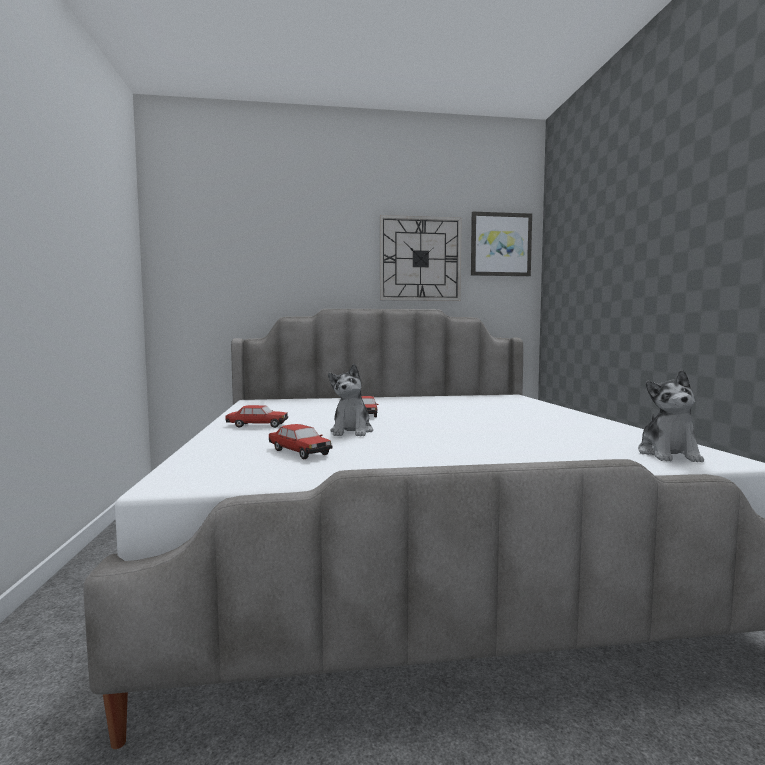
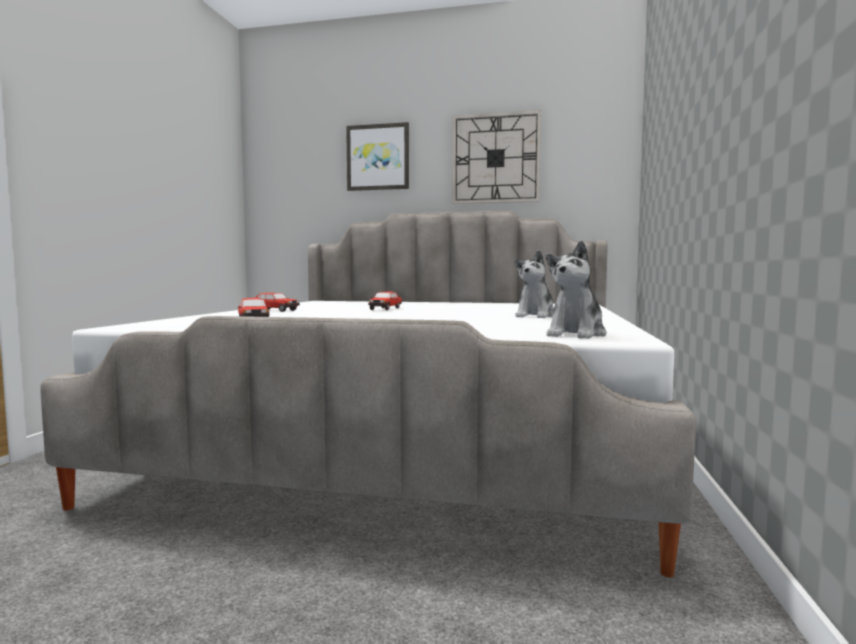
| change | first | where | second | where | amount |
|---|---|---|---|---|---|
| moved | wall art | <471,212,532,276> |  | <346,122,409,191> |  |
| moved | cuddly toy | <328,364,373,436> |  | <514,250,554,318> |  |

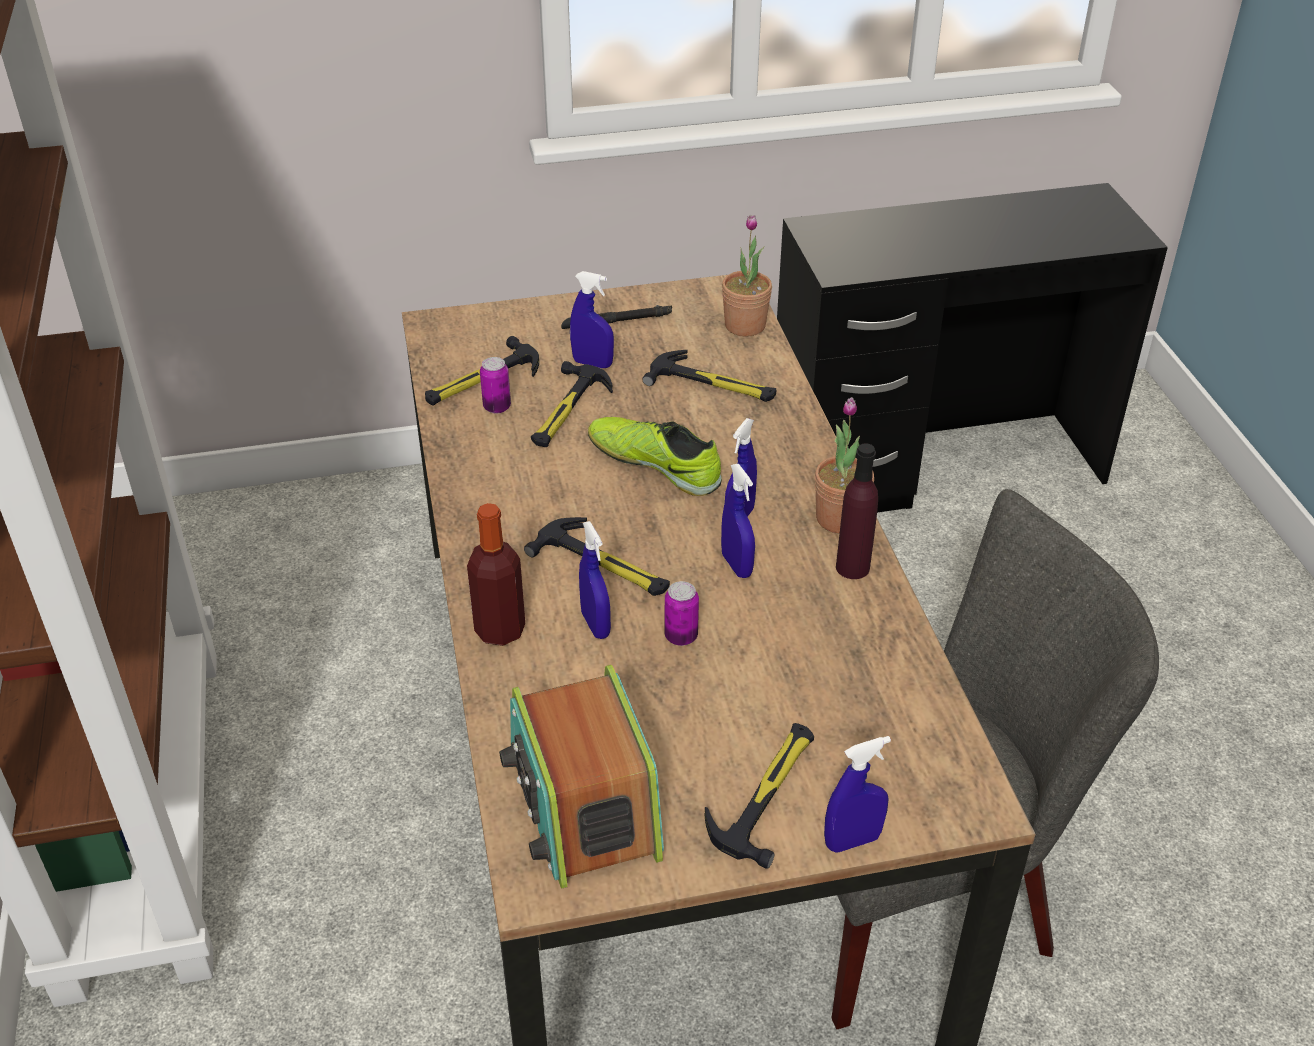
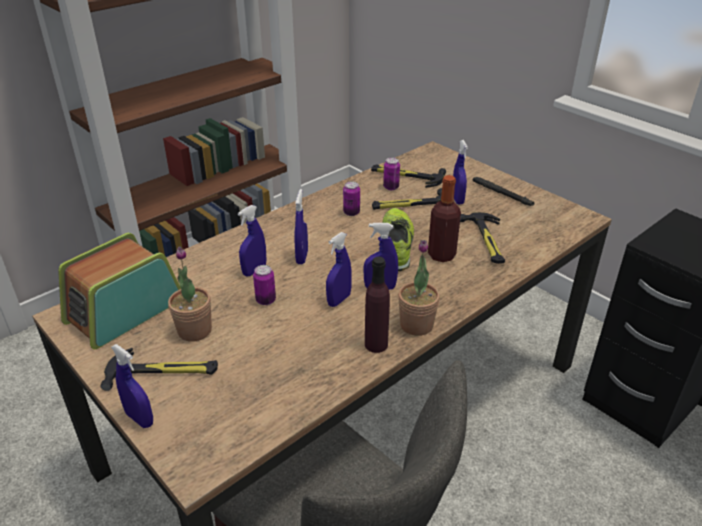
| change | first | where | second | where | amount |
|---|---|---|---|---|---|
| moved | plant in a pot | <722,215,772,336> |  | <168,246,212,342> |  |
| replaced | hammer | <524,517,670,596> | bluish sprayer | <295,189,308,264> |  |
| added |  |  | can | <343,181,360,216> |  |
| moved | drink bottle | <467,503,525,646> |  | <428,175,461,262> |  |

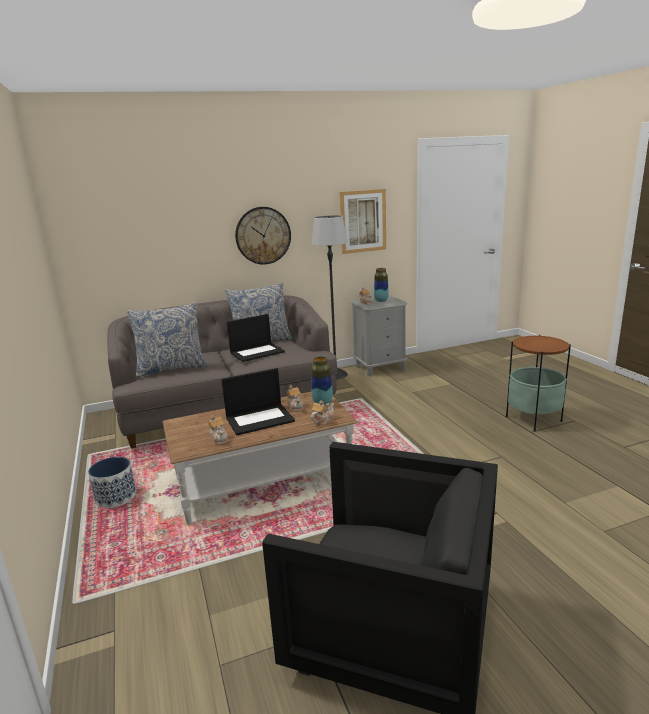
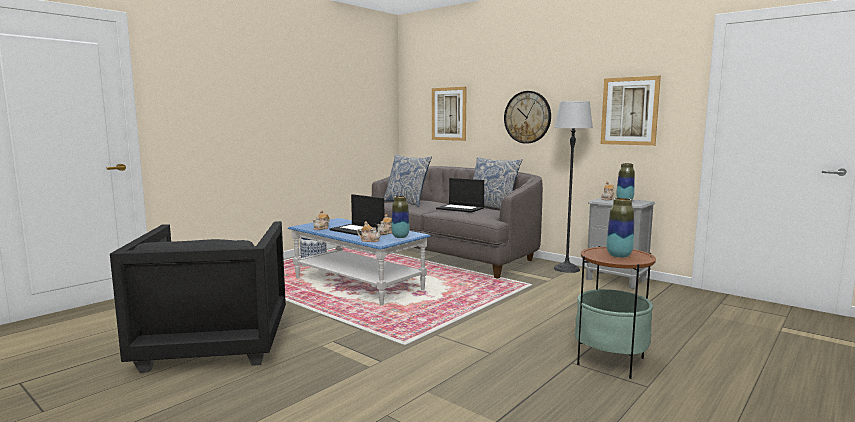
| change | first | where | second | where | amount |
|---|---|---|---|---|---|
| recoloured | brown lounge table | <163,392,358,525> | bluish lounge table | <288,218,431,305> |  |
| added |  |  | wall art | <432,87,467,141> |  |
| added |  |  | decorative vase | <606,198,634,258> |  |

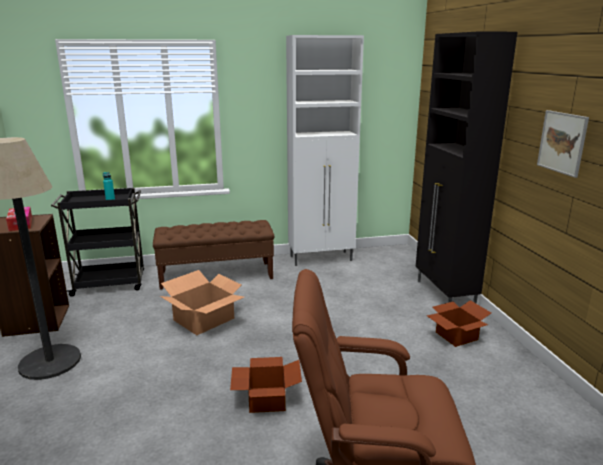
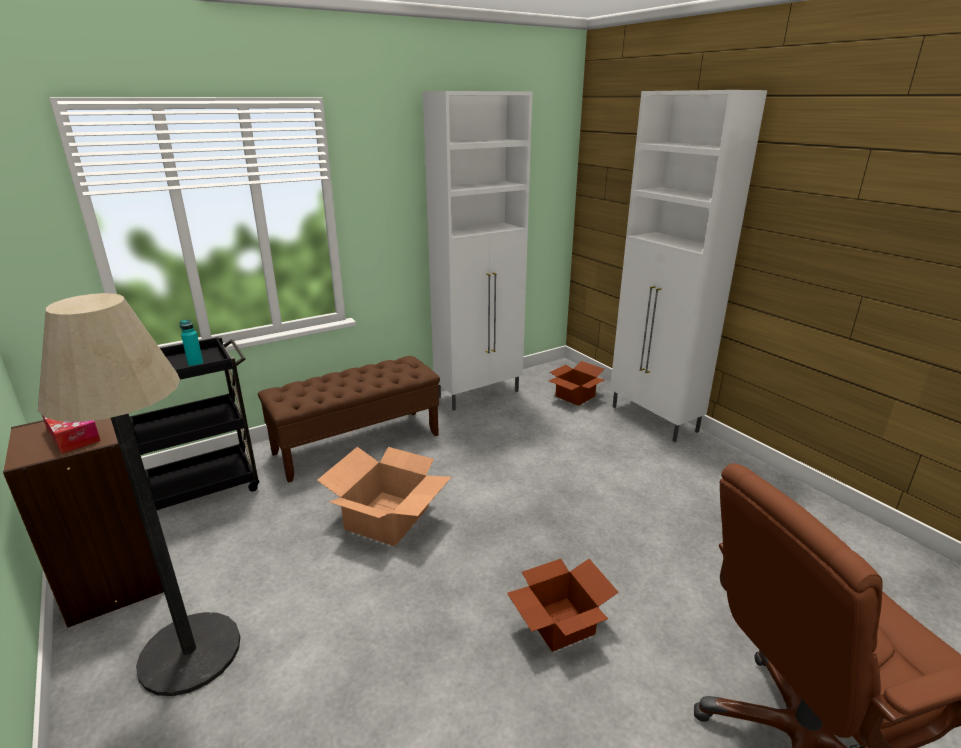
| change | first | where | second | where | amount |
|---|---|---|---|---|---|
| moved | carton | <427,300,491,347> |  | <549,361,604,406> |  |
| recoloured | black storage cabinet | <416,31,517,304> | white-coloured storage cabinet | <610,90,767,442> |  |
| removed | wall art | <537,110,589,178> |  |  |  |

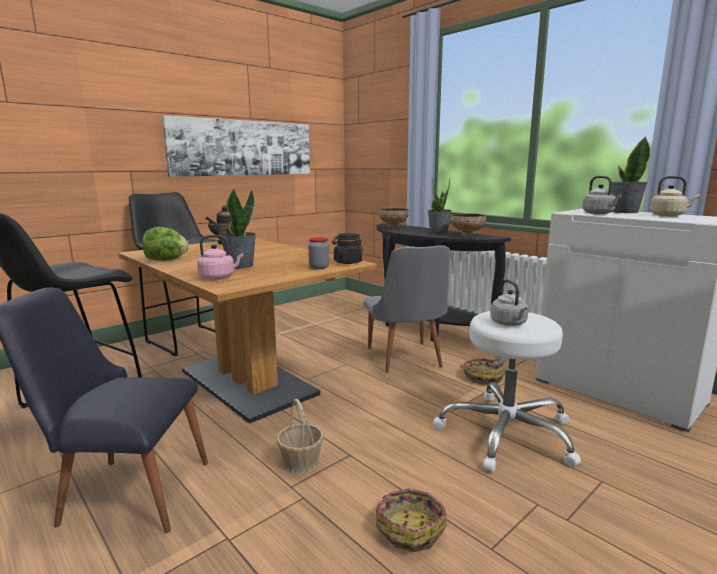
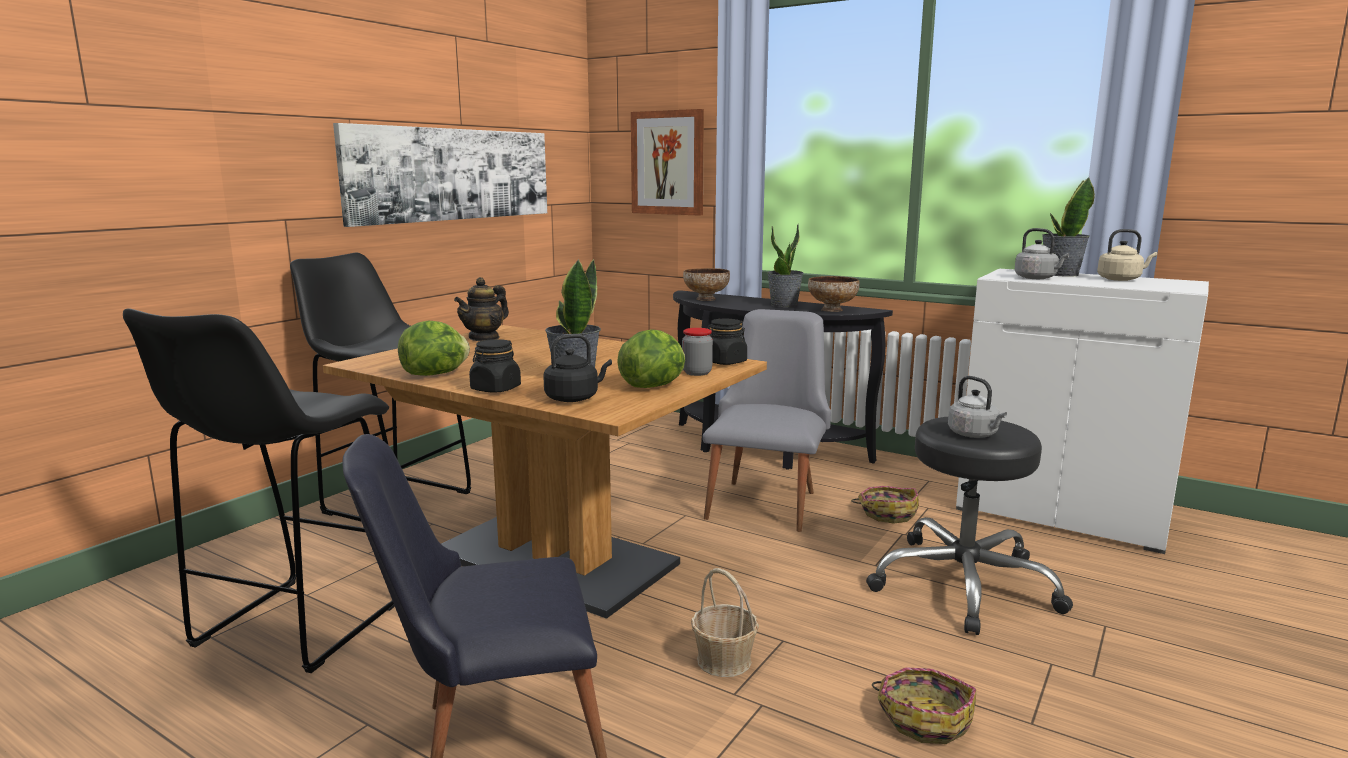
| change | first | where | second | where | amount |
|---|---|---|---|---|---|
| added |  |  | black preserve jar | <469,339,521,392> |  |
| recoloured | pink-coloured tea kettle | <197,235,243,280> | black tea kettle | <543,334,612,402> |  |
| added |  |  | head of lettuce | <618,329,685,388> |  |
| added |  |  | wall art | <631,109,704,216> |  |
| turned | grey plain chair | <363,245,450,373> |  | <703,309,831,532> | 135 degrees counterclockwise |
| recoloured | white-coloured stool | <433,311,581,473> | black stool | <866,417,1073,635> |  |

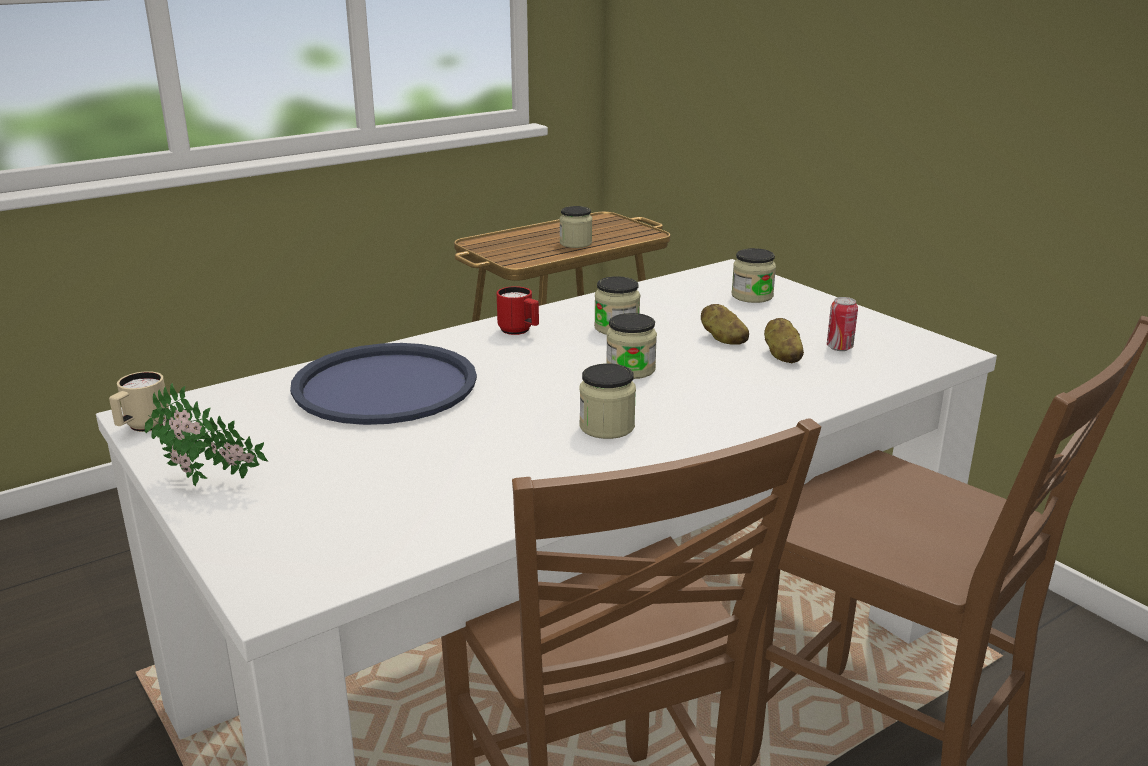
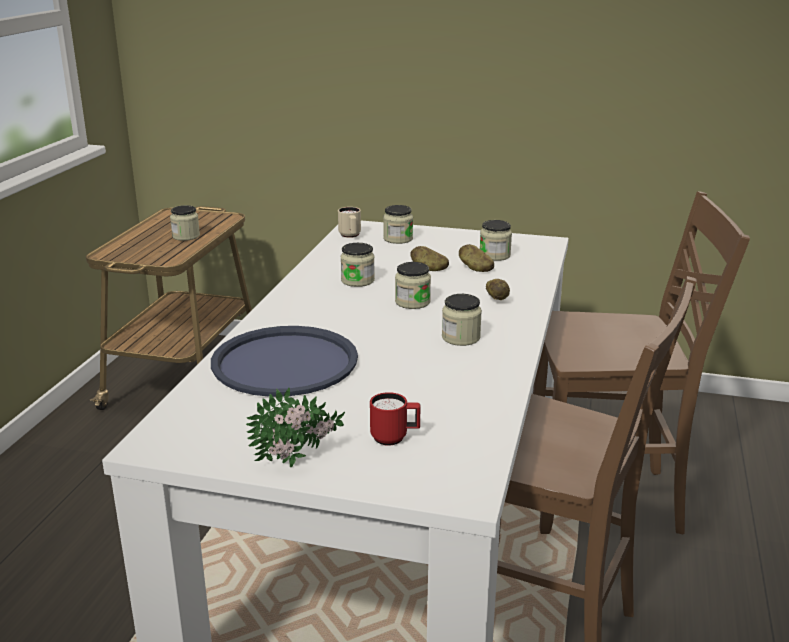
| change | first | where | second | where | amount |
|---|---|---|---|---|---|
| moved | beige-coloured tea mug | <109,371,169,432> |  | <338,207,361,238> |  |
| moved | red-coloured tea mug | <497,286,539,335> |  | <370,392,420,446> |  |
| replaced | can | <827,297,858,351> | preserve jar | <480,220,512,261> |  |
| added |  |  | potato | <486,279,510,300> |  |

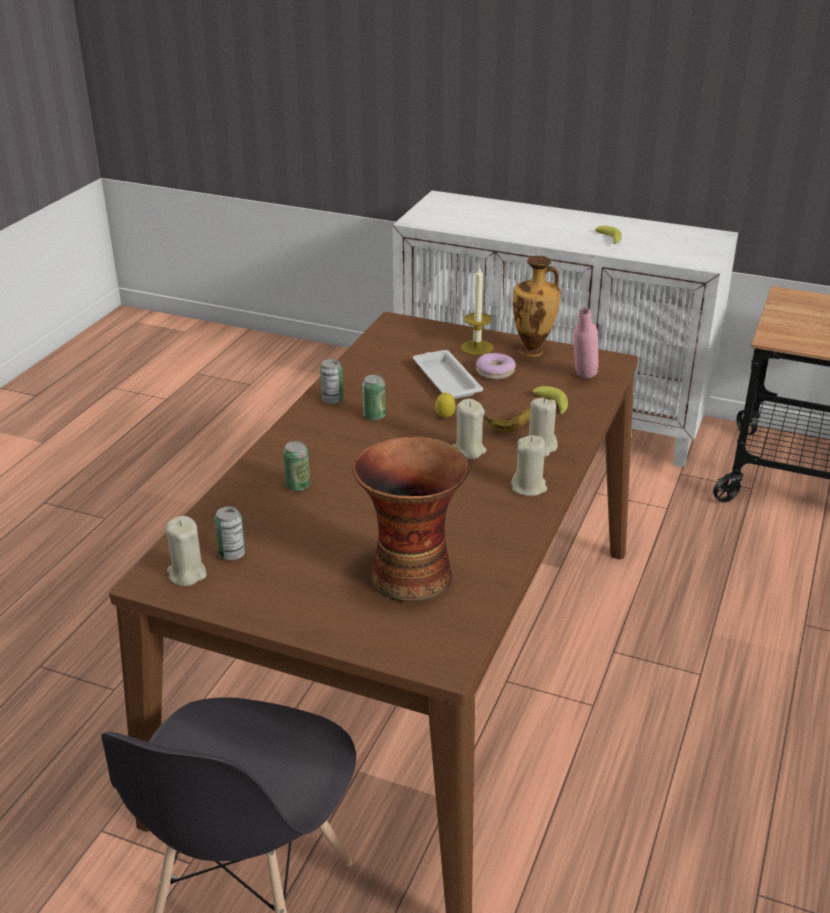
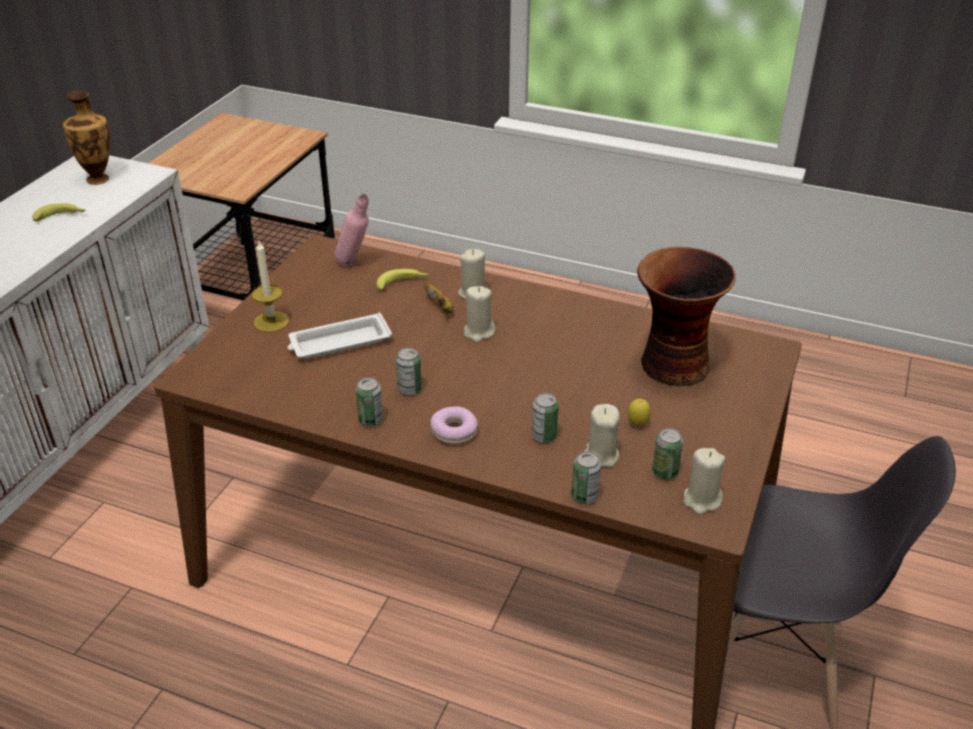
| change | first | where | second | where | amount |
|---|---|---|---|---|---|
| moved | decorative vase | <513,256,561,357> |  | <63,91,110,185> |  |
| moved | donut | <476,353,516,380> |  | <430,406,478,444> |  |
| added |  |  | can | <571,451,601,504> |  |
| moved | beige-coloured wax light | <511,435,547,496> |  | <584,404,620,467> |  |
| moved | lemon | <435,392,456,418> |  | <628,399,651,425> |  |

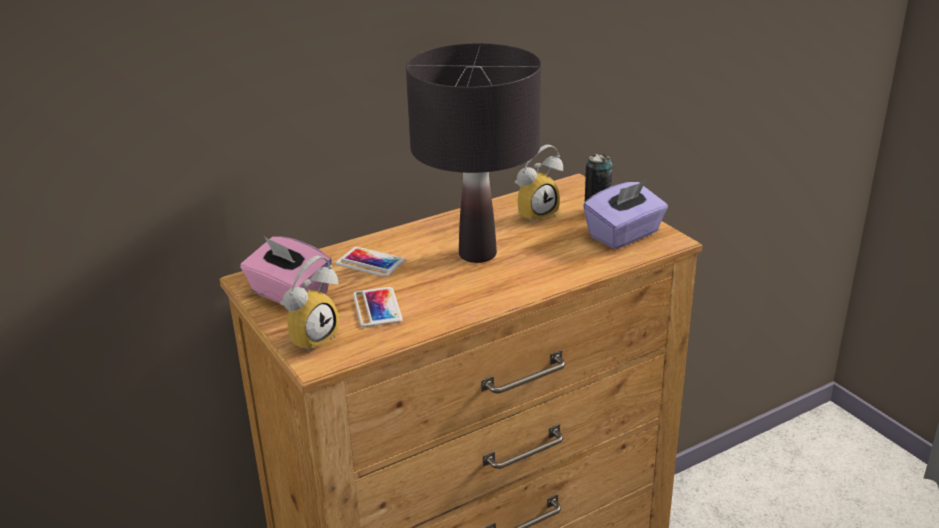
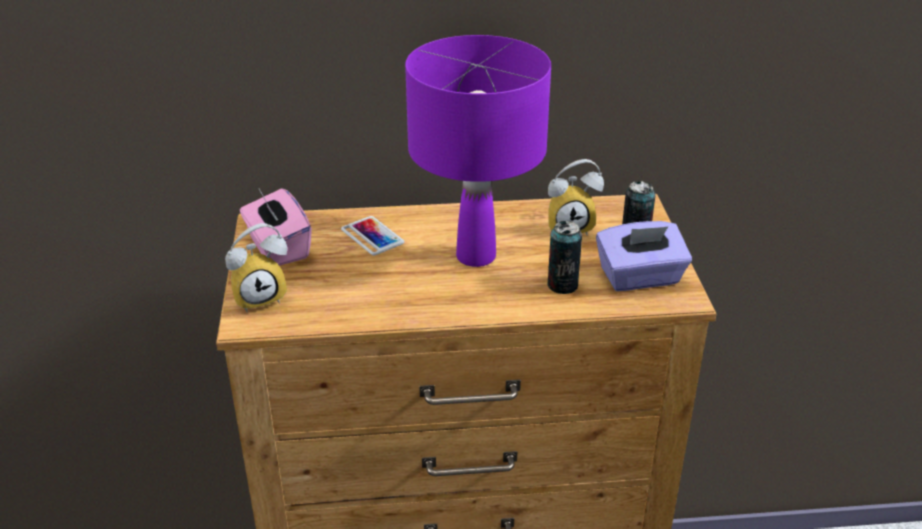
| change | first | where | second | where | amount |
|---|---|---|---|---|---|
| recoloured | black tabletop lamp | <406,43,542,263> | purple tabletop lamp | <405,35,551,267> |  |
| added |  |  | can | <547,221,582,294> |  |
| removed | handset | <353,287,403,327> |  |  |  |

